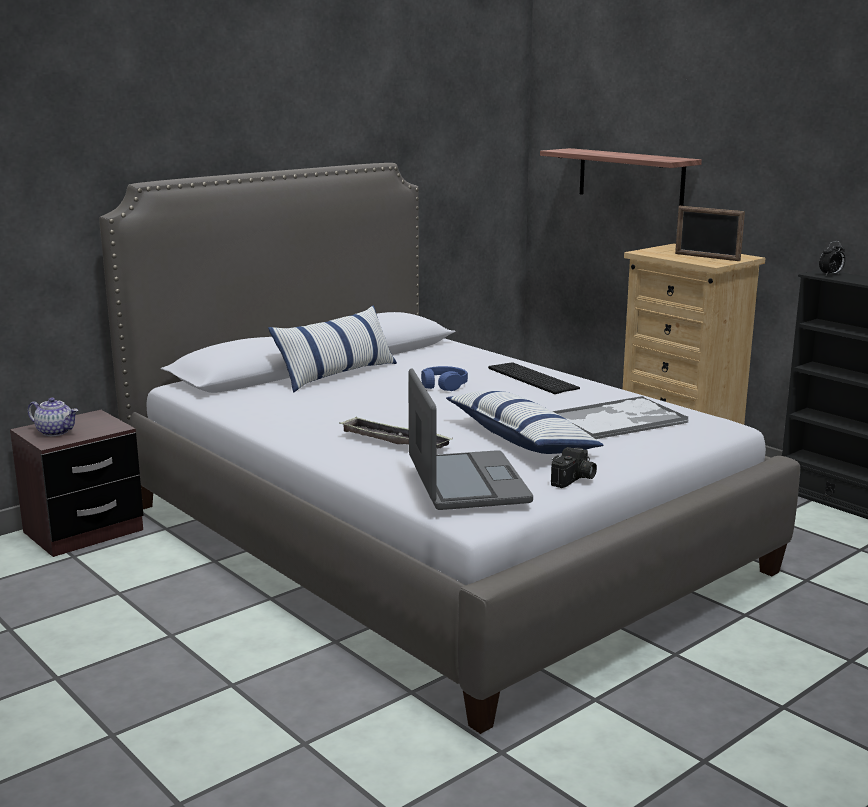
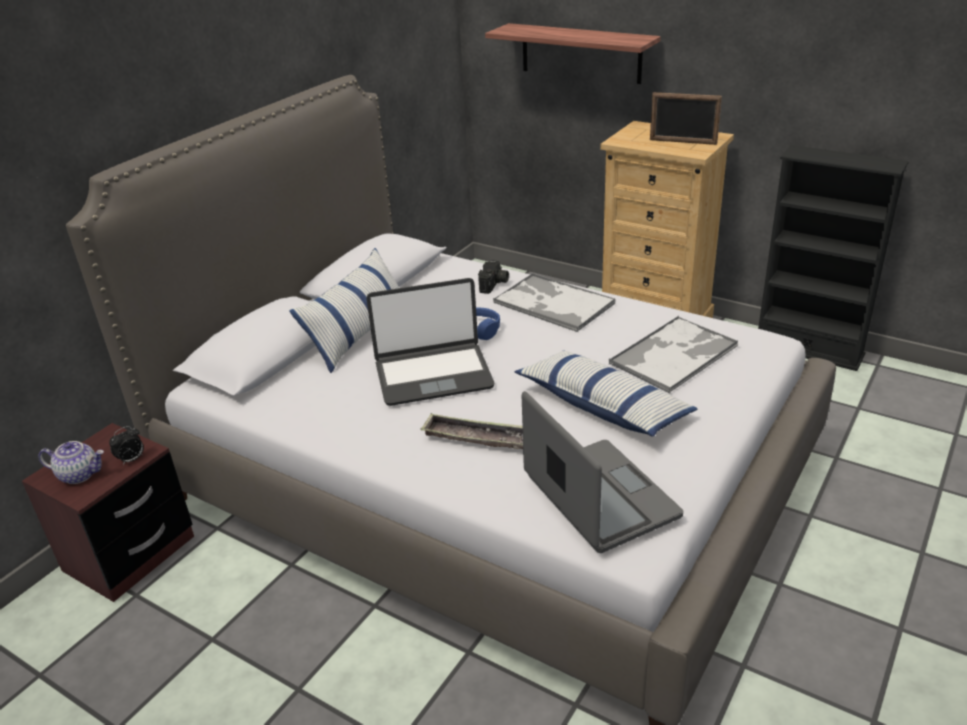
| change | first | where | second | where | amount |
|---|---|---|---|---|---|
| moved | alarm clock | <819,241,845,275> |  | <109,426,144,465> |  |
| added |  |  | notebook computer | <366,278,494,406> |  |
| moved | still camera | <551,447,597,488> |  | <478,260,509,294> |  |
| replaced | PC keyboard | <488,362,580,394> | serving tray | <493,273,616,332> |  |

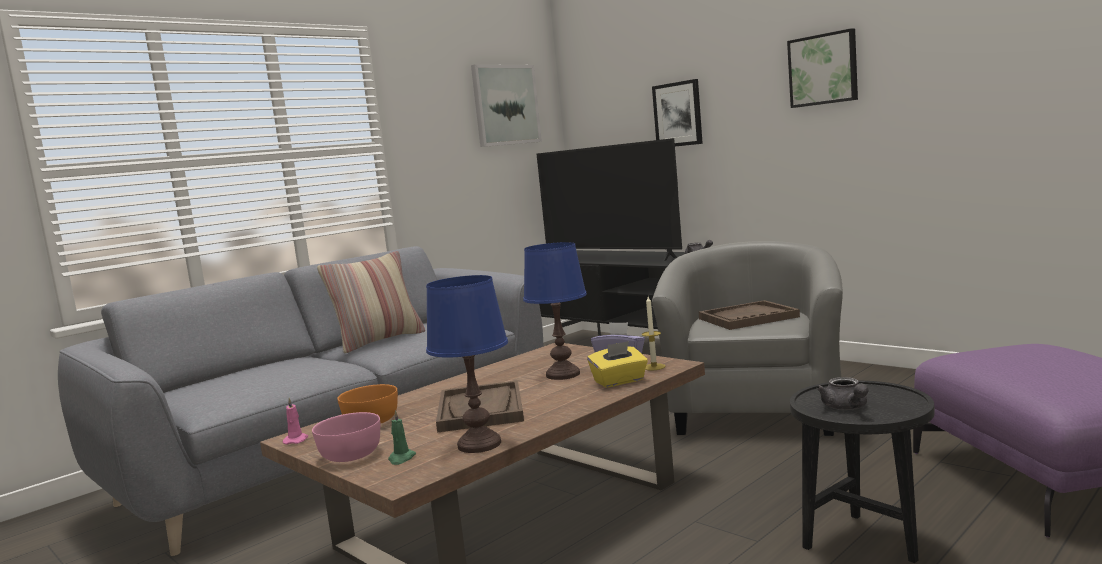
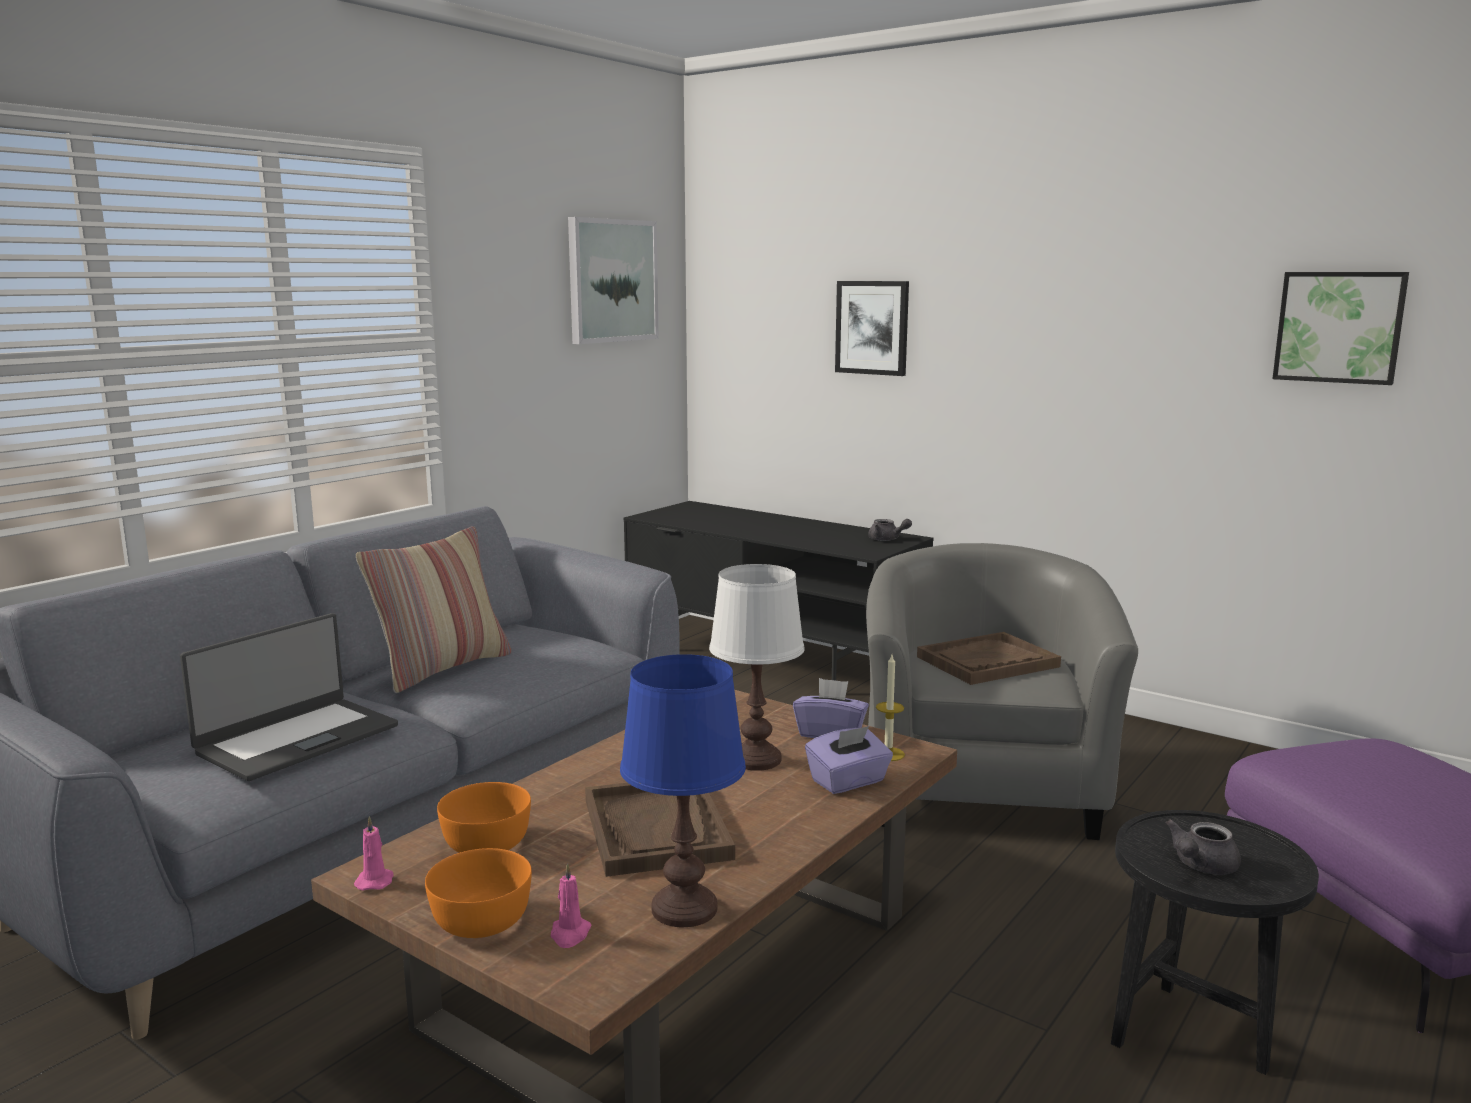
| change | first | where | second | where | amount |
|---|---|---|---|---|---|
| added |  |  | notebook computer | <180,613,398,781> |  |
| recoloured | pink-coloured bowl | <312,412,380,462> | orange bowl | <425,848,532,938> |  |
| recoloured | greenish wax light | <388,410,416,465> | pink-coloured wax light | <551,863,592,948> |  |
| recoloured | bluish tabletop lamp | <523,242,587,380> | white-coloured tabletop lamp | <709,564,805,771> |  |
| recoloured | yellow tissue holder | <587,341,648,388> | purple tissue holder | <805,726,893,794> |  |
| turned | grey tea pot | <816,377,868,410> |  | <1166,819,1241,875> | 60 degrees clockwise |
| moved | wall art | <787,28,858,108> |  | <1273,272,1409,385> |  |
| removed | TV set | <537,138,682,261> |  |  |  |

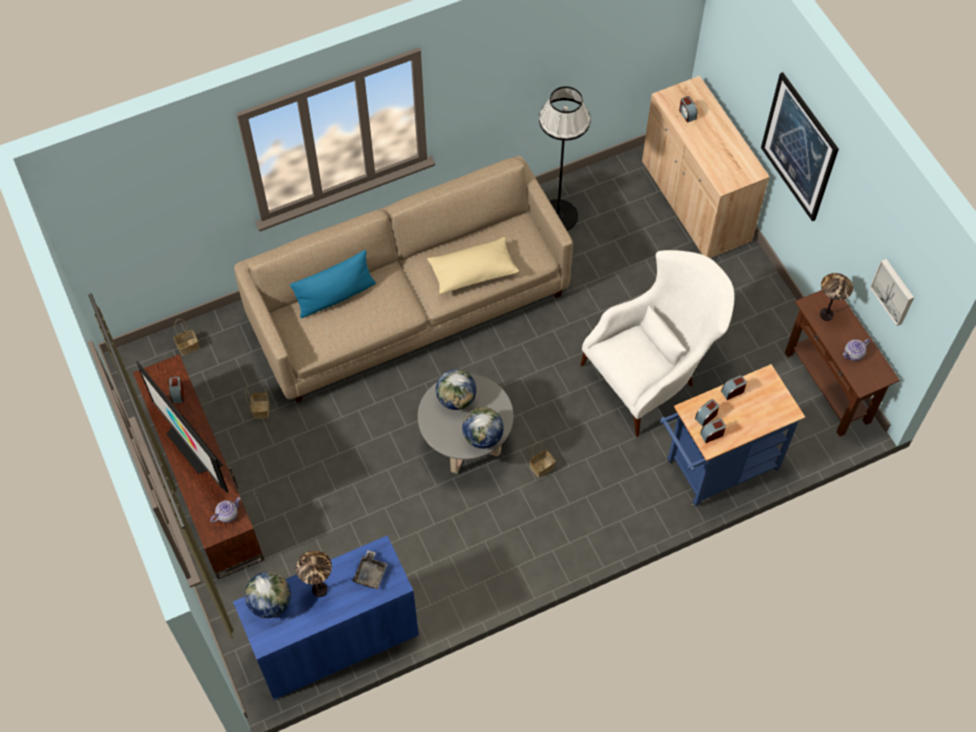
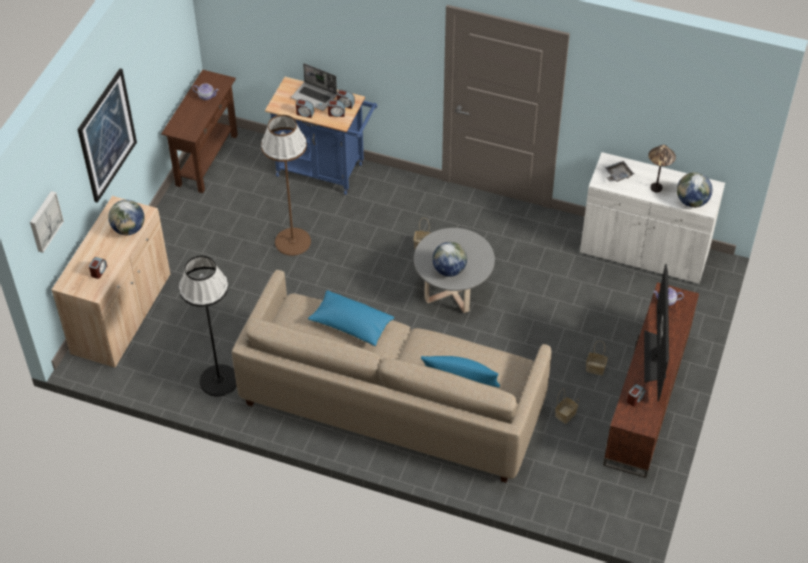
| change | first | where | second | where | amount |
|---|---|---|---|---|---|
| moved | wall art | <870,259,914,326> |  | <30,191,64,253> |  |
| moved | world globe | <462,407,504,449> |  | <108,200,145,235> |  |
| replaced | white-coloured easy chair | <581,250,735,437> | brown standing lamp | <261,115,311,256> |  |
| added |  |  | notebook computer | <291,63,337,111> |  |
| recoloured | beige-coloured throw pillow | <427,237,519,295> | bluish throw pillow | <308,290,394,346> |  |
| recoloured | bluish storage cabinet | <233,535,419,700> | white-coloured storage cabinet | <580,152,725,284> |  |
| moved | household basket | <174,319,200,356> |  | <586,341,608,375> |  |
| removed | tabletop lamp | <820,273,853,321> |  |  |  |

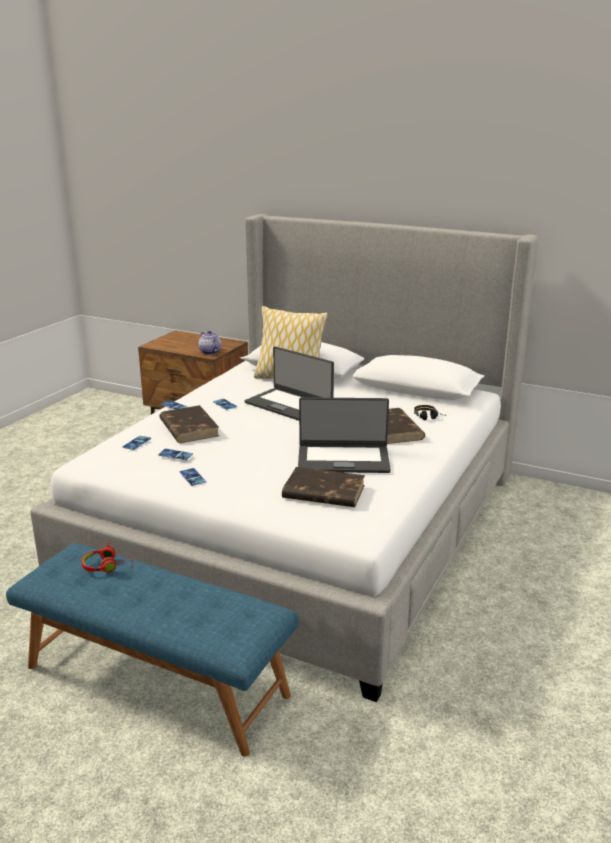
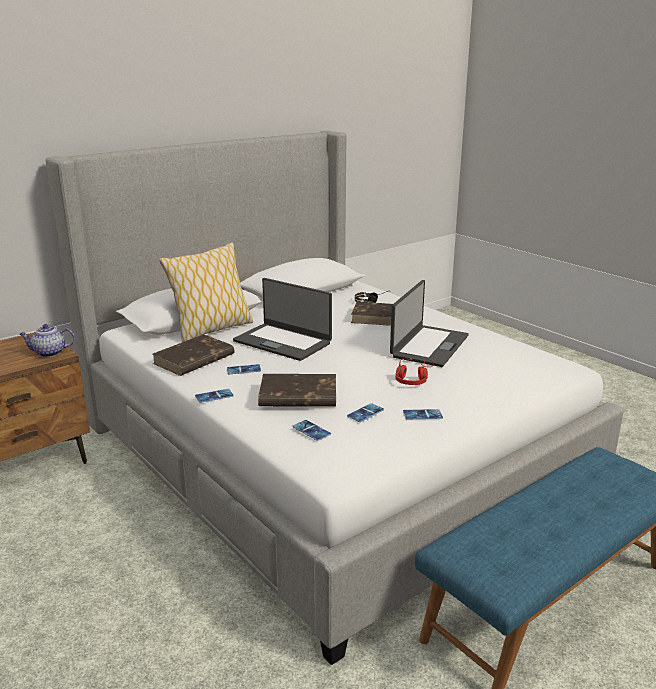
| change | first | where | second | where | amount |
|---|---|---|---|---|---|
| moved | brown bound book | <282,467,365,507> |  | <152,334,235,376> |  |
| turned | notebook computer | <245,346,334,420> |  | <233,278,332,361> | 60 degrees clockwise |
| moved | red-coloured pair of headphones | <82,540,133,573> |  | <395,358,434,385> |  |

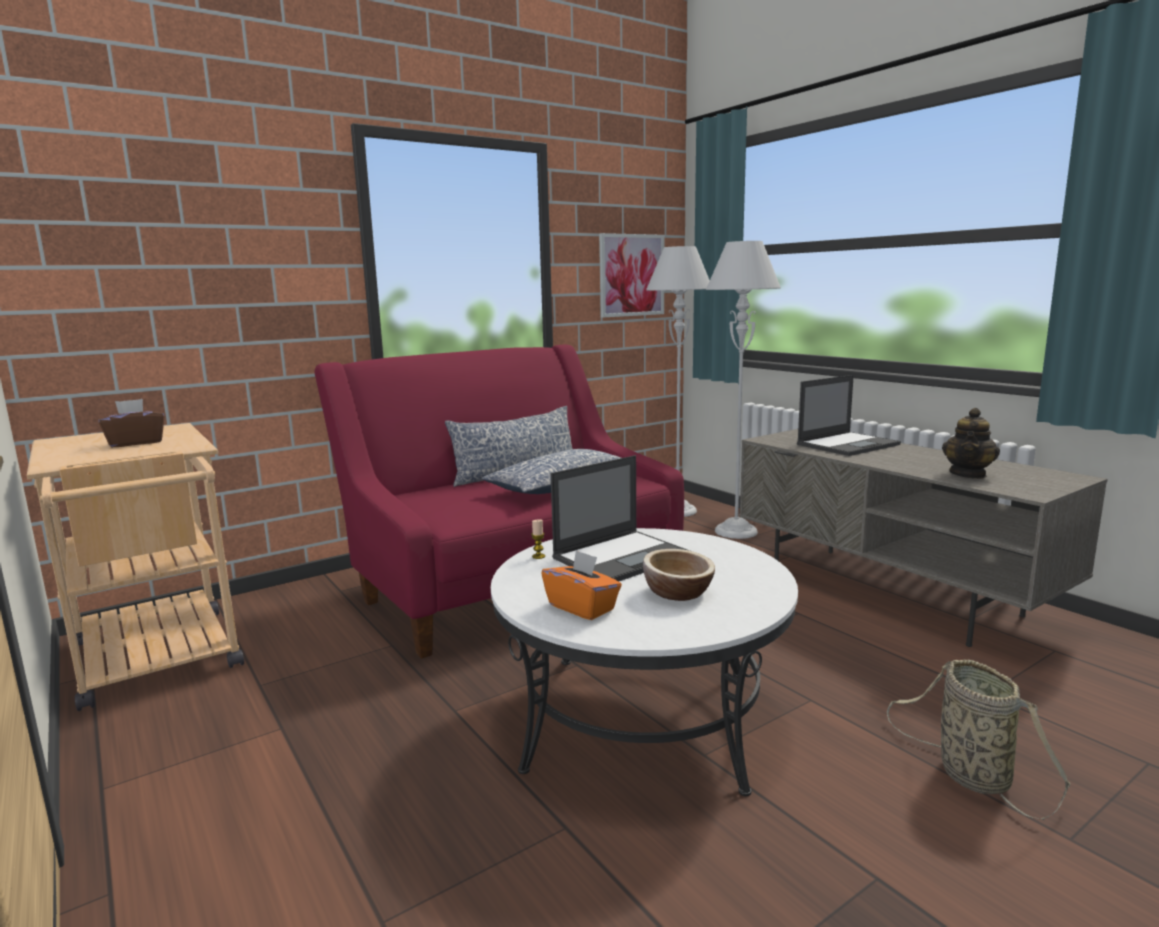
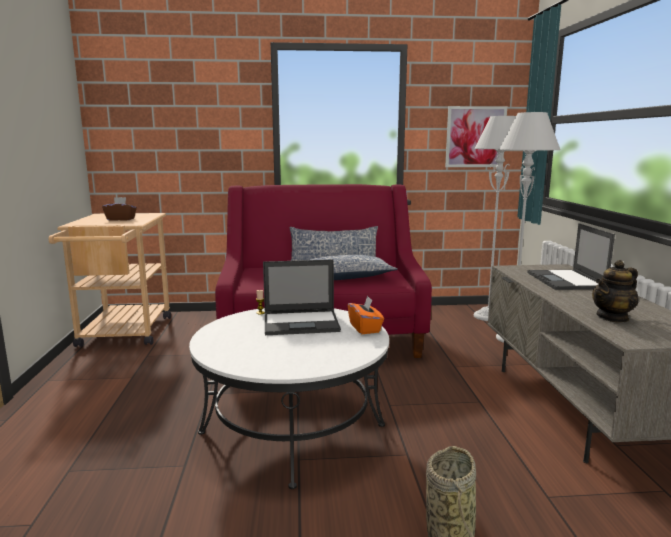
| change | first | where | second | where | amount |
|---|---|---|---|---|---|
| moved | orange tissue holder | <541,550,622,620> |  | <348,296,384,334> |  |
| turned | notebook computer | <797,375,901,456> |  | <527,223,615,290> | 90 degrees clockwise |
| removed | bowl | <643,549,715,601> |  |  |  |

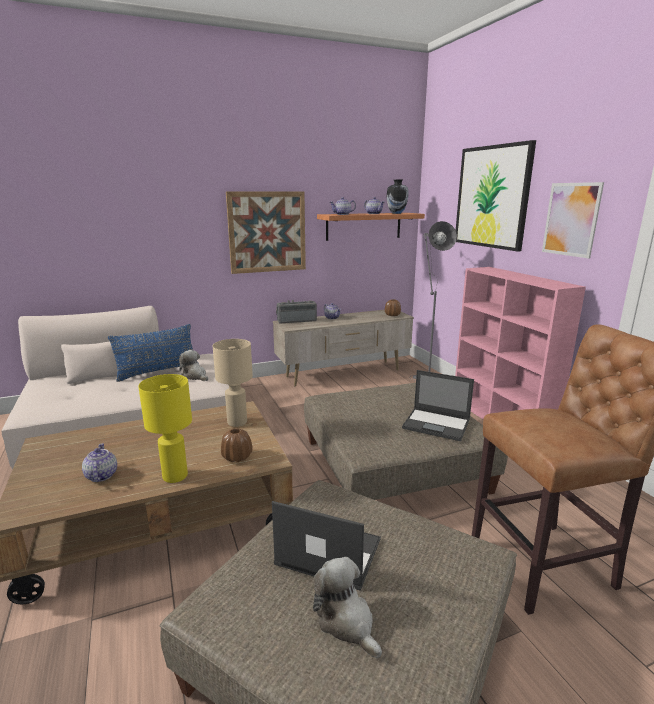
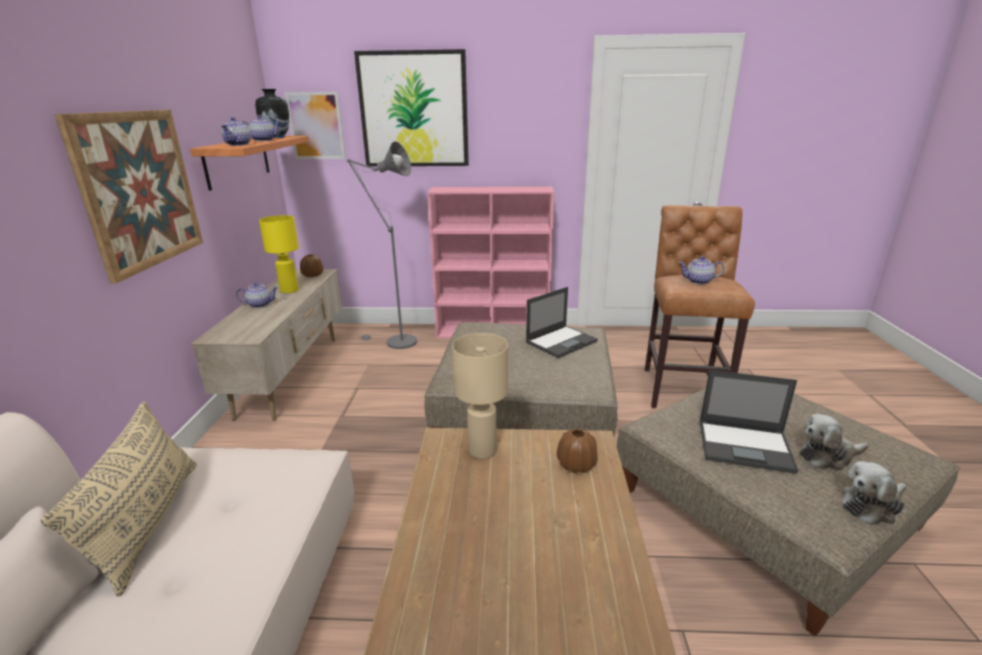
| change | first | where | second | where | amount |
|---|---|---|---|---|---|
| recoloured | bluish throw pillow | <108,324,198,382> | beige-coloured throw pillow | <41,401,197,597> |  |
| moved | yellow tabletop lamp | <138,374,192,483> |  | <259,215,299,293> |  |
| moved | wall art | <542,182,604,259> |  | <284,92,346,159> |  |
| moved | tea pot | <82,443,117,482> |  | <679,256,724,284> |  |
| turned | notebook computer | <272,501,381,591> |  | <699,370,799,474> | 120 degrees counterclockwise |
| moved | cuddly toy | <179,350,208,381> |  | <841,461,907,525> |  |
| removed | radio set | <276,300,317,324> |  |  |  |

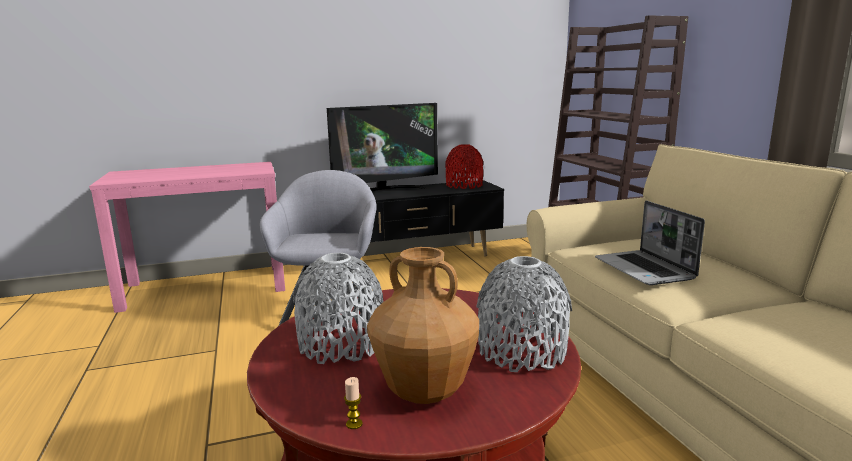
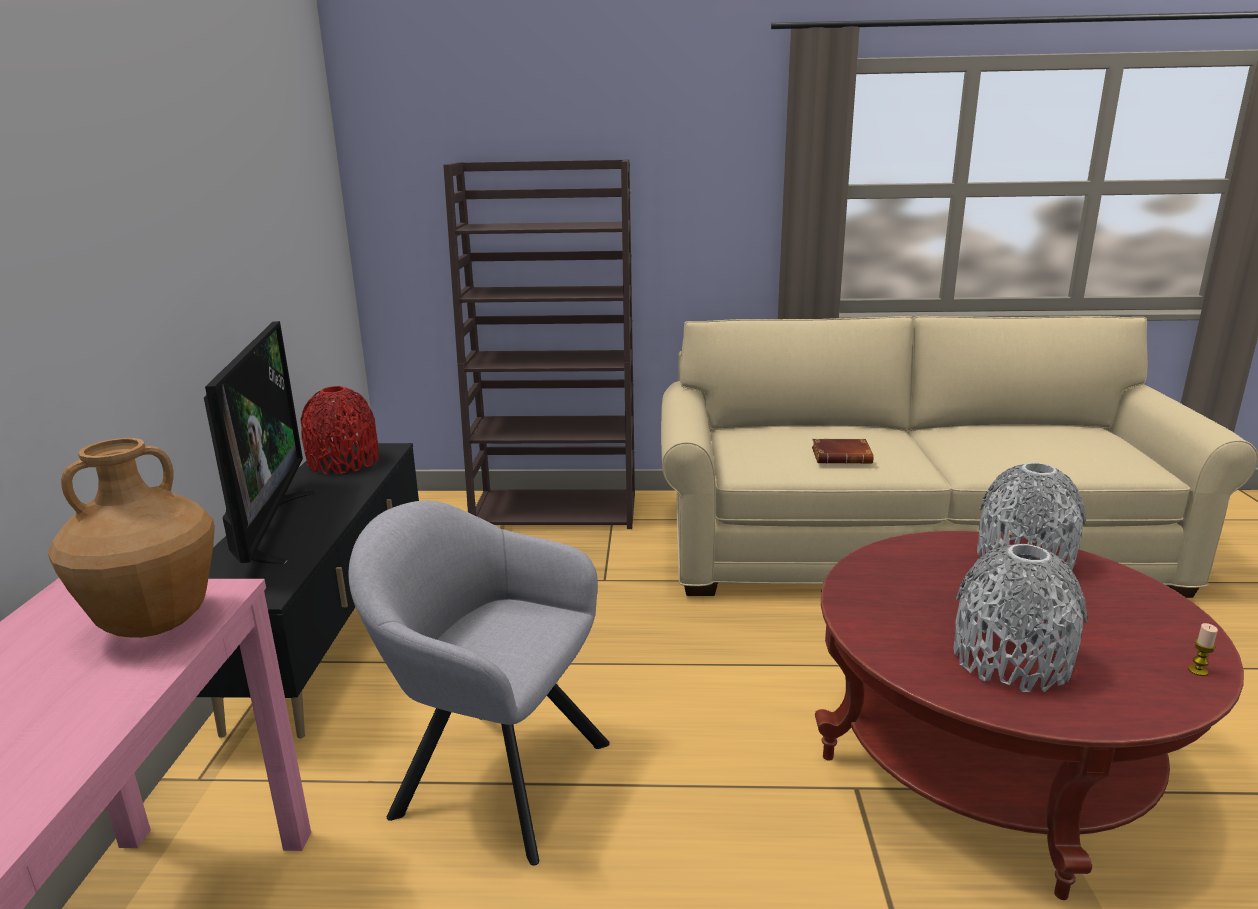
| change | first | where | second | where | amount |
|---|---|---|---|---|---|
| moved | brown decorative vase | <367,247,479,404> |  | <48,438,215,638> |  |
| replaced | notebook computer | <595,201,705,285> | brown bound book | <812,439,873,464> |  |

